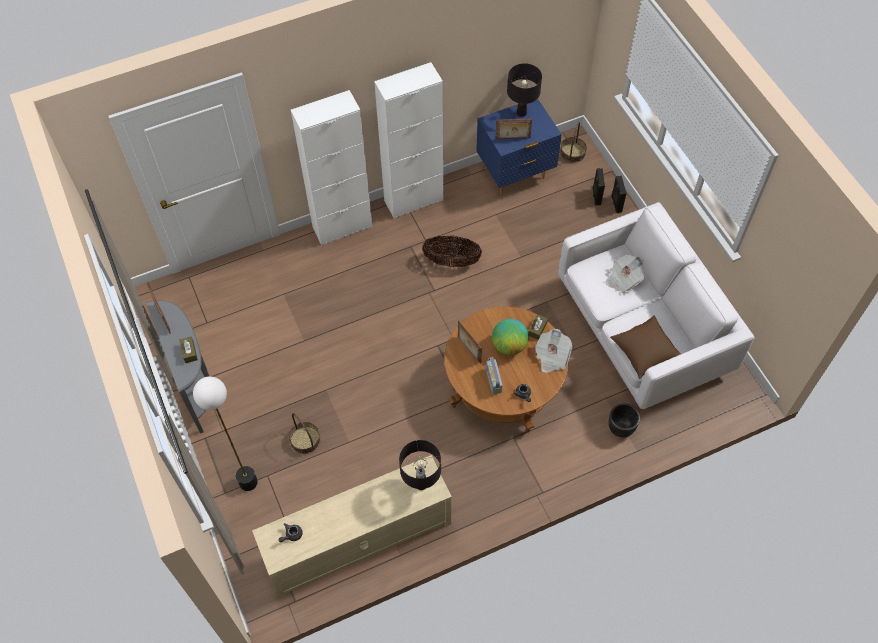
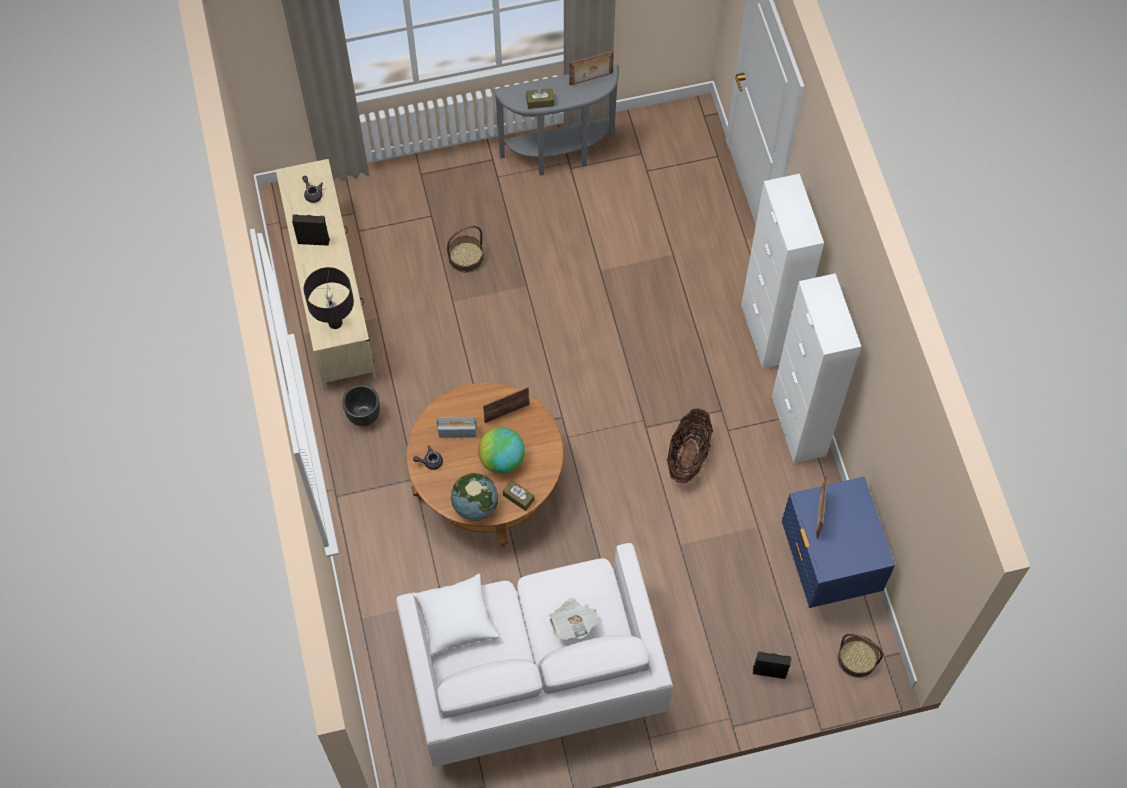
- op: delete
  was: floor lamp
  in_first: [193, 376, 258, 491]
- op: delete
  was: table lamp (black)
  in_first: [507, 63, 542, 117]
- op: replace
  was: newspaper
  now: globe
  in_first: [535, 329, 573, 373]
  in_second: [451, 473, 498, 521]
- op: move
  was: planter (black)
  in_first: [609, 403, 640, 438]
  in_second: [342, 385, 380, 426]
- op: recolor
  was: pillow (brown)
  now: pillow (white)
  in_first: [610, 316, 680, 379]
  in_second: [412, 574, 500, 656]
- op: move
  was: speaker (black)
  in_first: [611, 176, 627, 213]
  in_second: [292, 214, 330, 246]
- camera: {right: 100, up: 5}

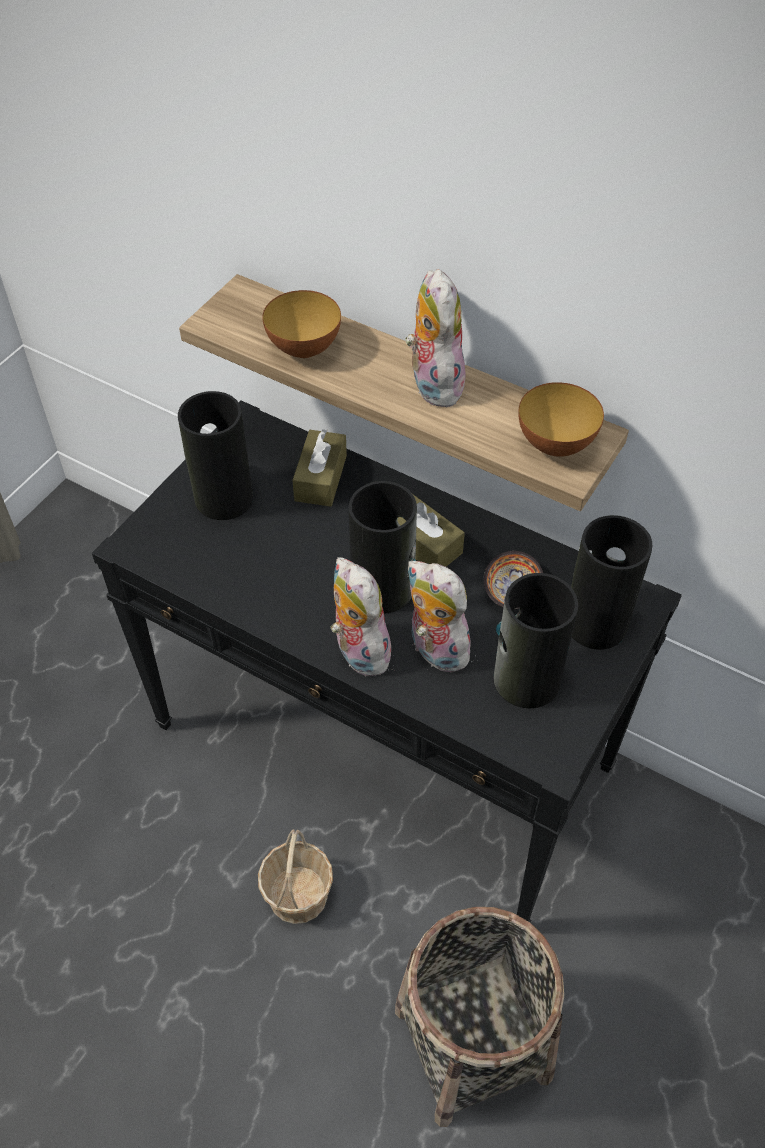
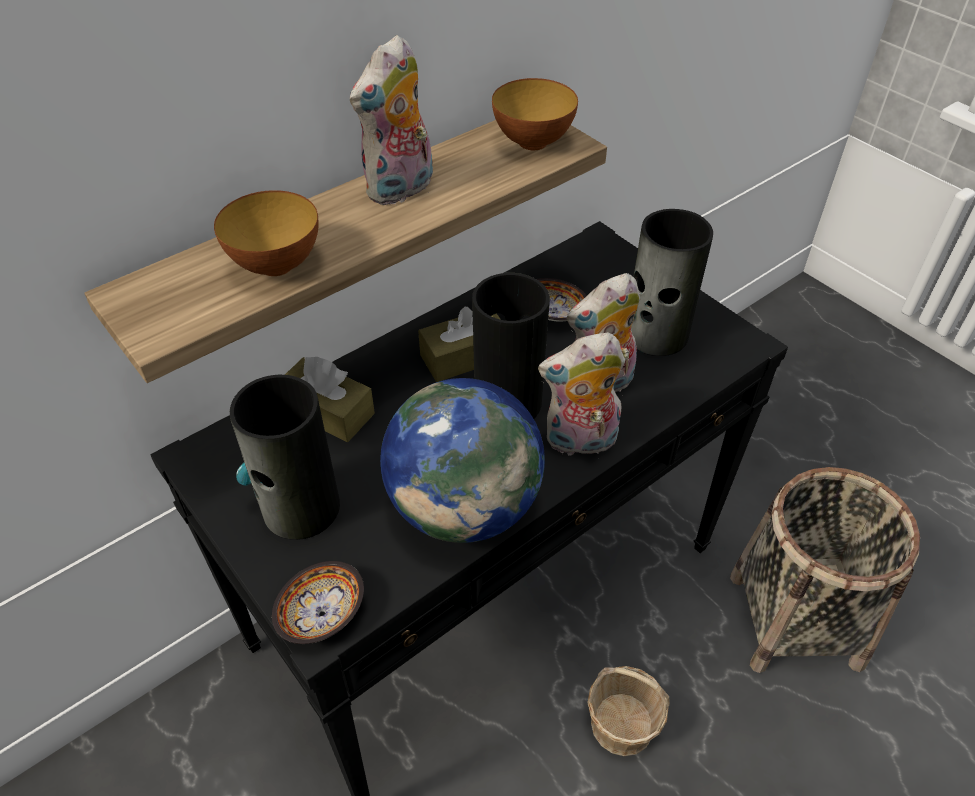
- op: rotate
  was: plush toy
  in_first: [405, 269, 466, 407]
  in_second: [350, 35, 433, 205]
  clockwise: -60
- op: delete
  was: vase
  in_first: [571, 515, 652, 650]
- op: insert
  now: bowl
  in_second: [272, 561, 364, 644]
- op: insert
  now: globe
  in_second: [380, 378, 545, 543]
- camera: {right: -70, up: -5}

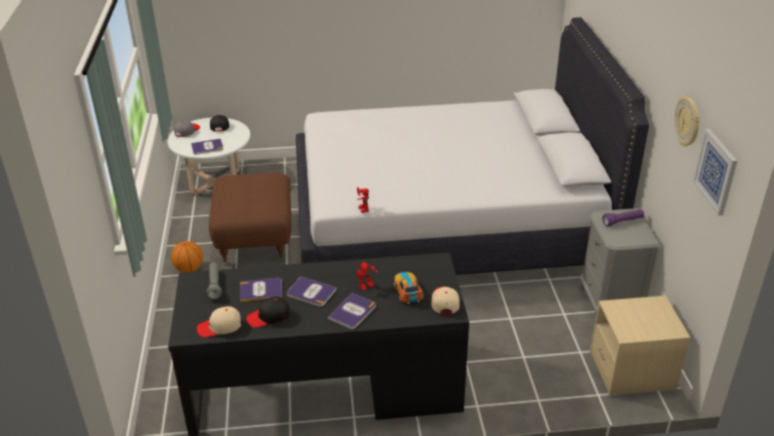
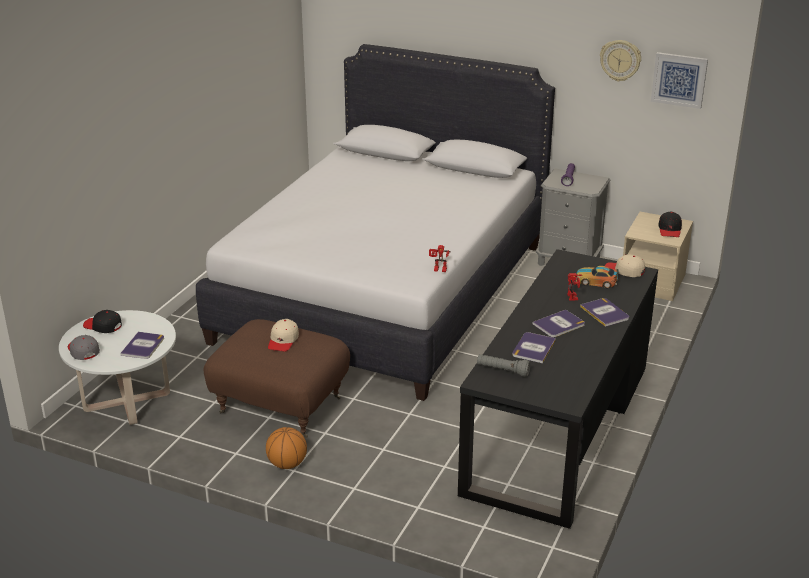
- op: move
  was: cap (beige)
  in_first: [197, 306, 241, 338]
  in_second: [268, 319, 299, 352]
- op: move
  was: cap (black)
  in_first: [246, 296, 290, 328]
  in_second: [658, 212, 682, 237]
- camera: {right: -60, up: -5}

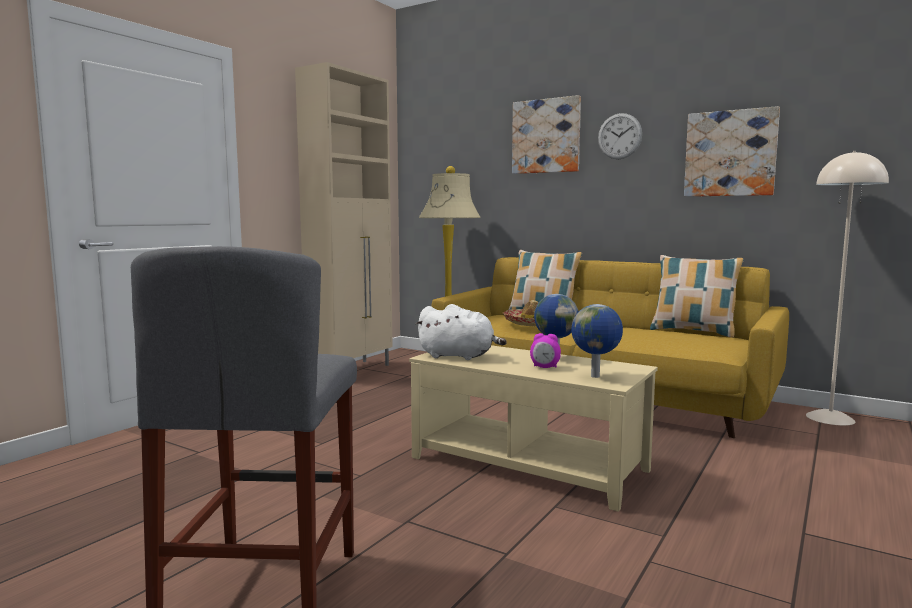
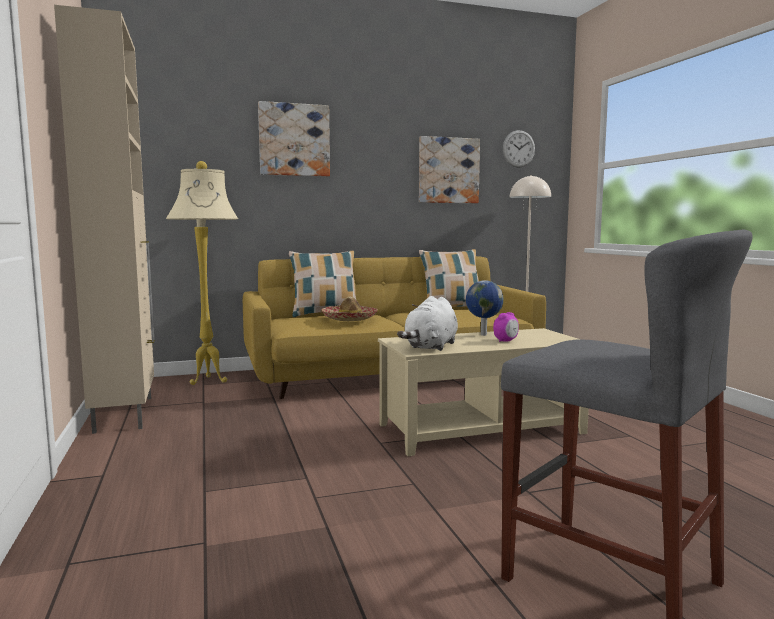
- op: rotate
  was: plush toy (white)
  in_first: [415, 304, 507, 360]
  in_second: [397, 296, 458, 351]
  clockwise: 150
- op: delete
  was: globe
  in_first: [571, 304, 623, 378]
- op: move
  was: wall clock
  in_first: [598, 113, 642, 159]
  in_second: [503, 130, 535, 168]
- camera: {right: -50, up: 0}

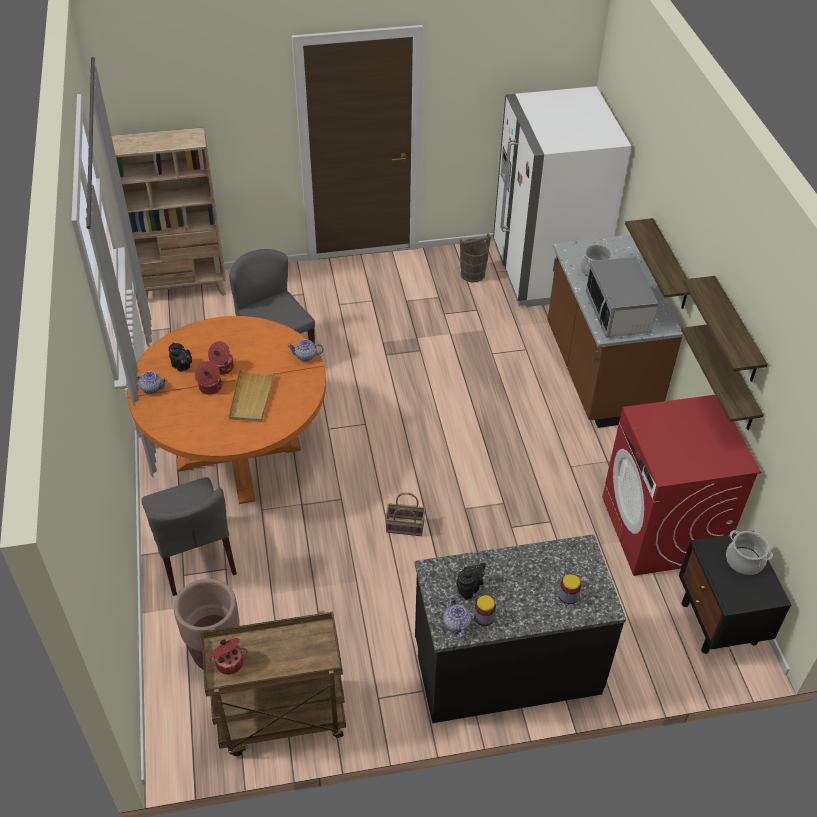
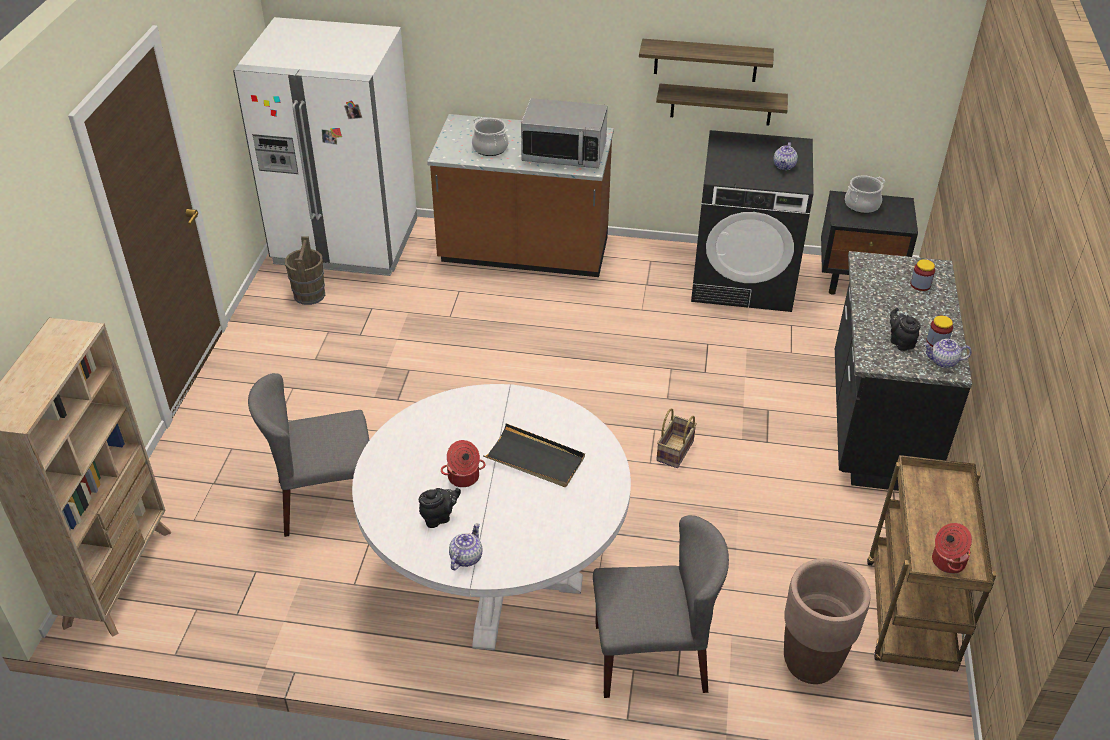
- op: recolor
  was: dining table (orange)
  now: dining table (white)
  in_first: [127, 316, 326, 504]
  in_second: [352, 384, 631, 651]
- op: delete
  was: cooking pot
  in_first: [195, 361, 224, 395]
- op: recolor
  was: tray (beige)
  now: tray (black)
  in_first: [229, 369, 276, 422]
  in_second: [483, 423, 585, 487]
- op: move
  was: teapot
  in_first: [287, 339, 324, 362]
  in_second: [774, 142, 798, 170]
- op: recolor
  was: washing machine (red)
  now: washing machine (black)
  in_first: [602, 395, 761, 576]
  in_second: [691, 130, 814, 312]
- op: delete
  was: shelf
  in_first: [625, 218, 690, 309]
- camera: {right: -70, up: -5}

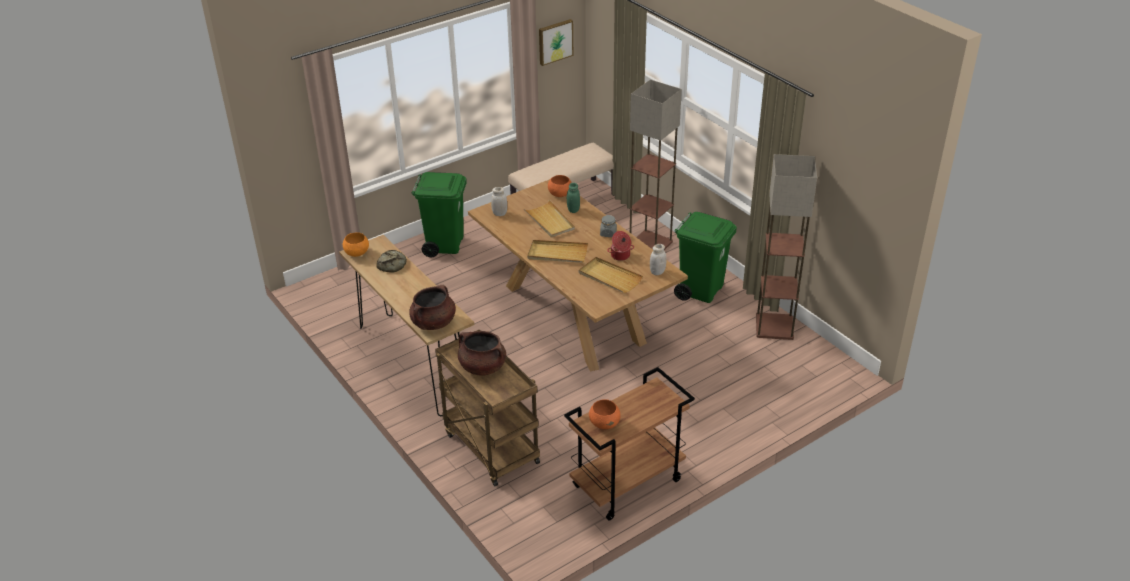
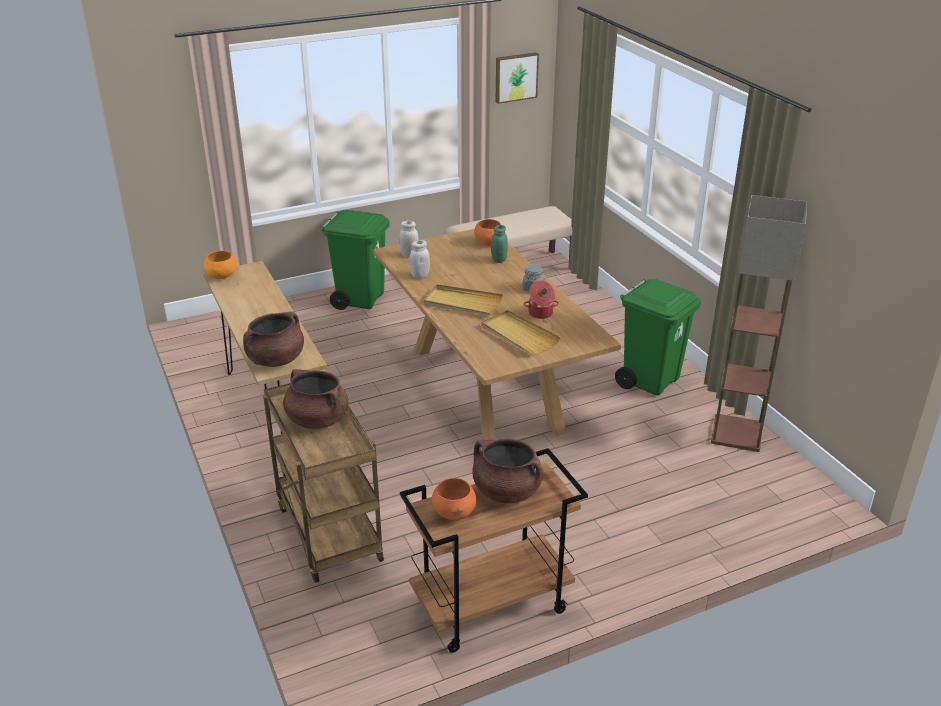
- op: delete
  was: bread
  in_first: [376, 250, 407, 273]
- op: delete
  was: tray (beige)
  in_first: [523, 200, 575, 238]
- op: delete
  was: floor lamp
  in_first: [630, 80, 682, 250]
- op: move
  was: jar (white)
  in_first: [650, 244, 666, 275]
  in_second: [410, 240, 430, 279]
- op: insert
  now: cooking pot (brown)
  in_second: [472, 438, 543, 503]
- camera: {right: 10, up: -5}

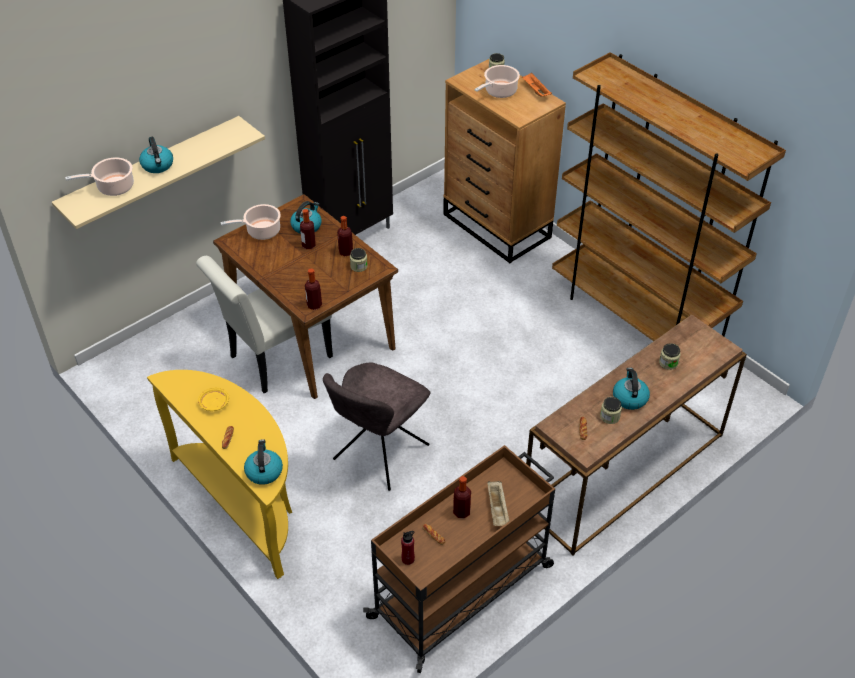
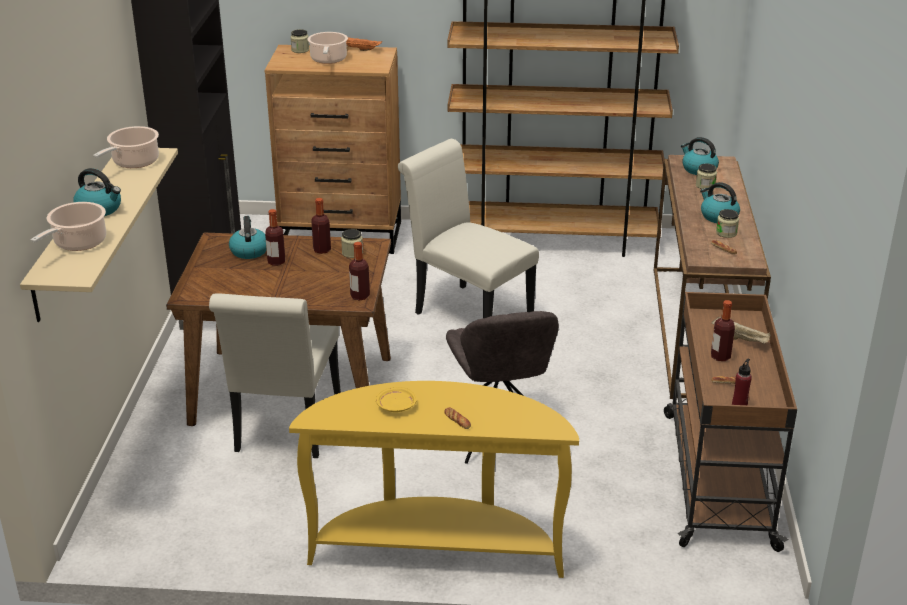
- op: move
  was: cooking pot
  in_first: [221, 204, 281, 240]
  in_second: [93, 126, 159, 168]
- op: move
  was: kettle
  in_first: [244, 439, 283, 485]
  in_second: [681, 137, 719, 175]
- op: insert
  now: chair (white)
  in_second: [398, 139, 539, 318]
- camera: {right: -45, up: -15}

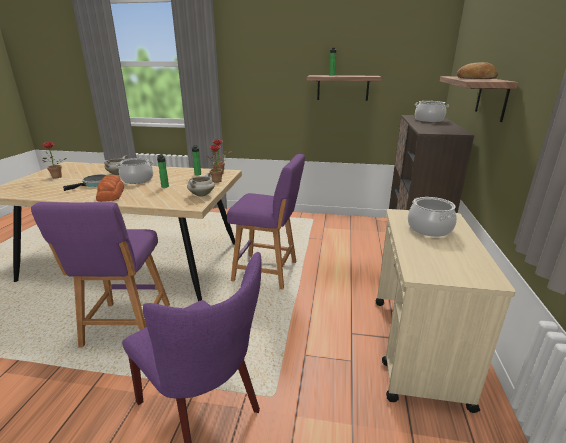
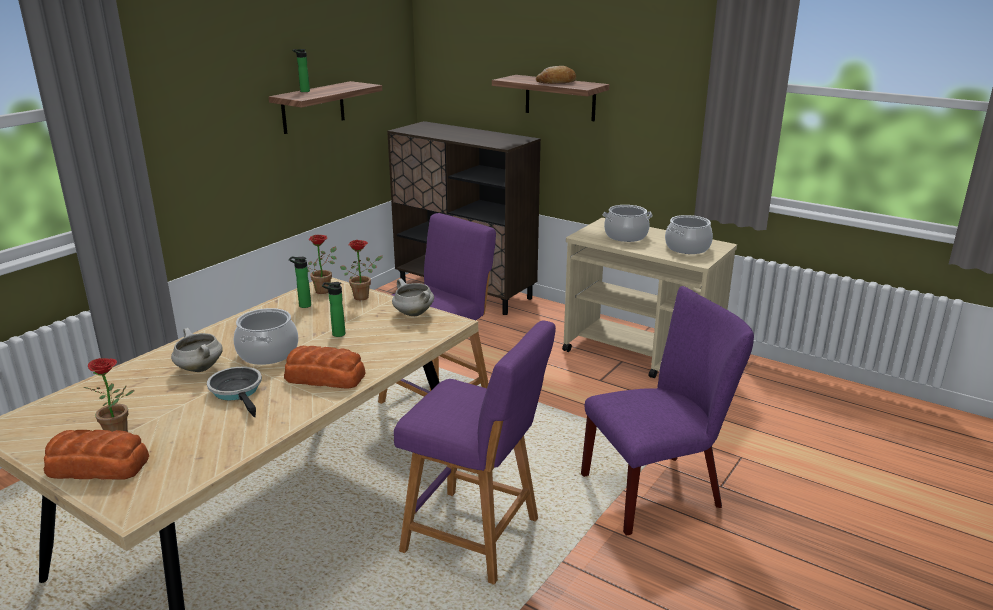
- op: move
  was: cooking pot
  in_first: [415, 101, 449, 122]
  in_second: [665, 215, 713, 254]
- op: insert
  now: bread
  in_second: [44, 430, 149, 480]
- camera: {right: -65, up: 0}

